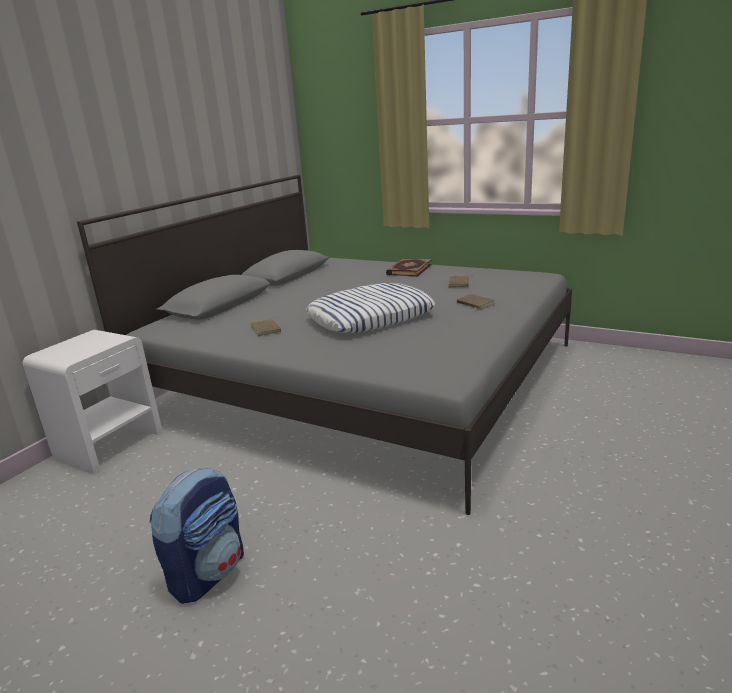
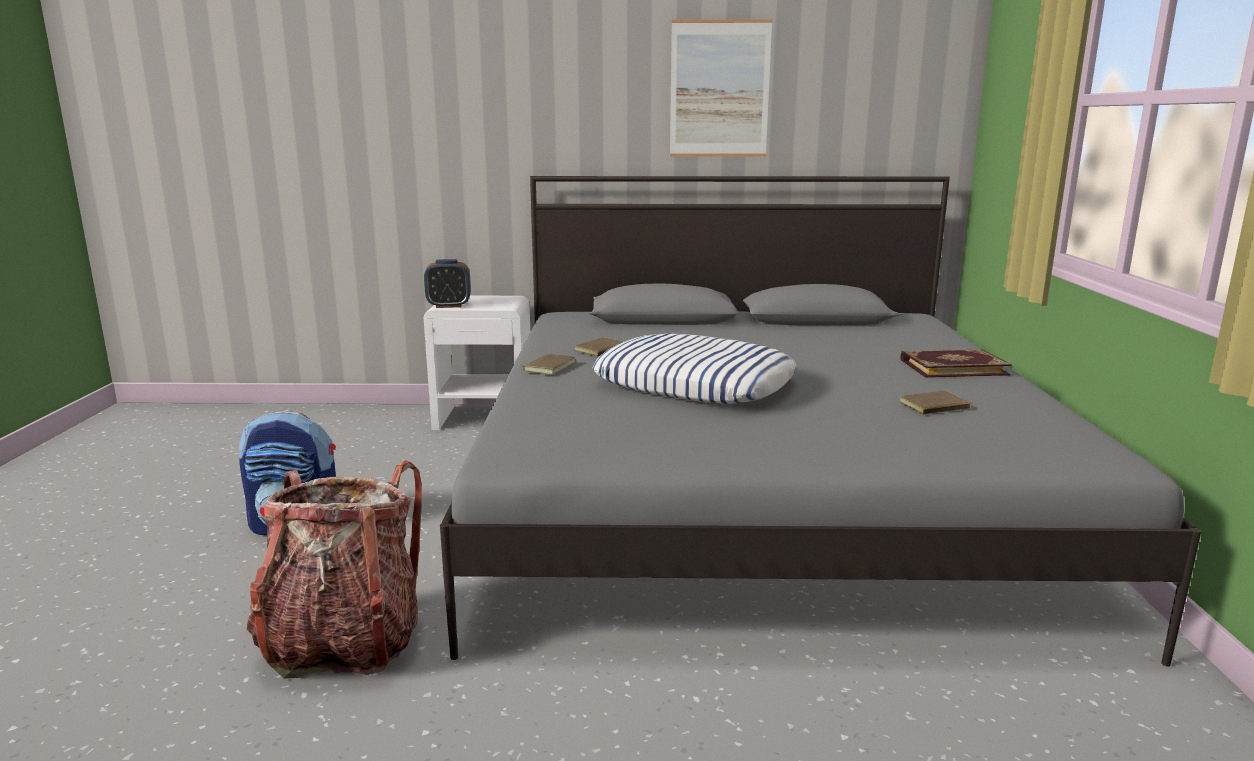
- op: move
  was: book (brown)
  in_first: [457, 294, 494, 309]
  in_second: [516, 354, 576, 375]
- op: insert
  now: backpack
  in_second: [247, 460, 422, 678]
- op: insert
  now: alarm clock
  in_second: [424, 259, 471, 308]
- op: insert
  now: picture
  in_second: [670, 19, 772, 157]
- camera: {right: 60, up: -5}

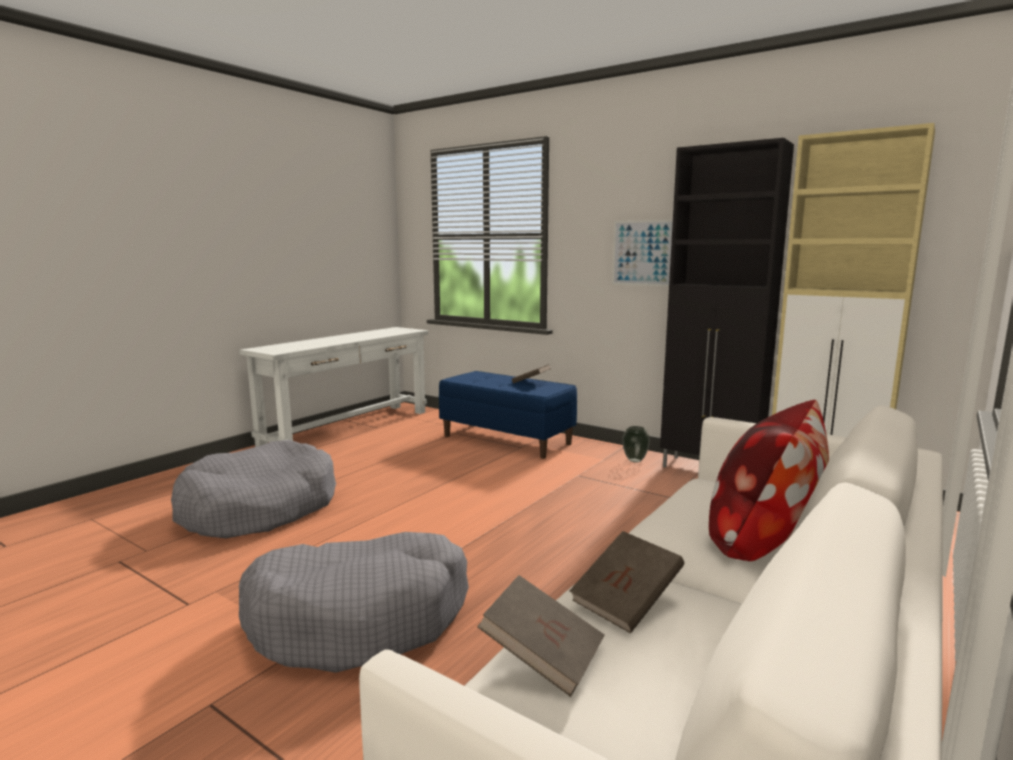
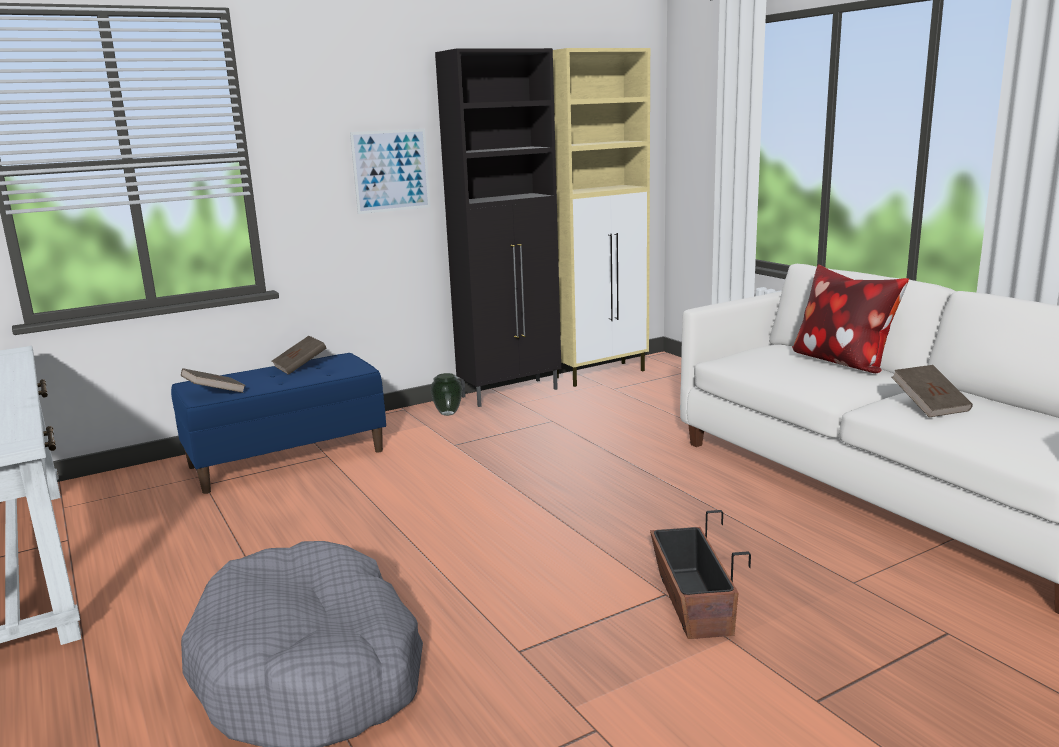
- op: replace
  was: dog bed (grey)
  now: planter
  in_first: [239, 532, 469, 673]
  in_second: [650, 510, 751, 639]
- op: move
  was: book (brown)
  in_first: [477, 575, 604, 697]
  in_second: [181, 368, 246, 393]
- camera: {right: -65, up: 5}

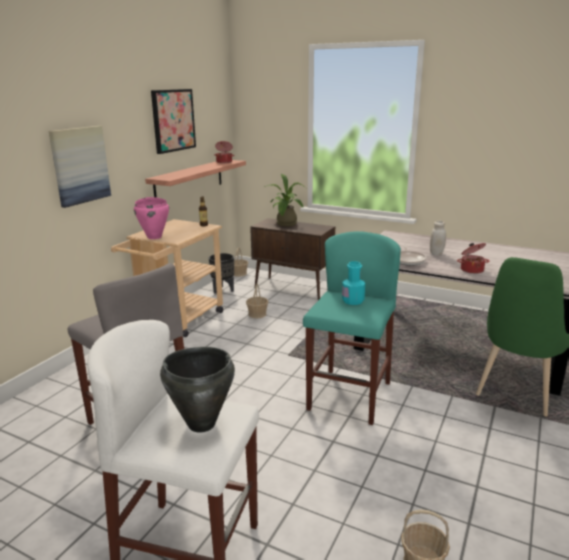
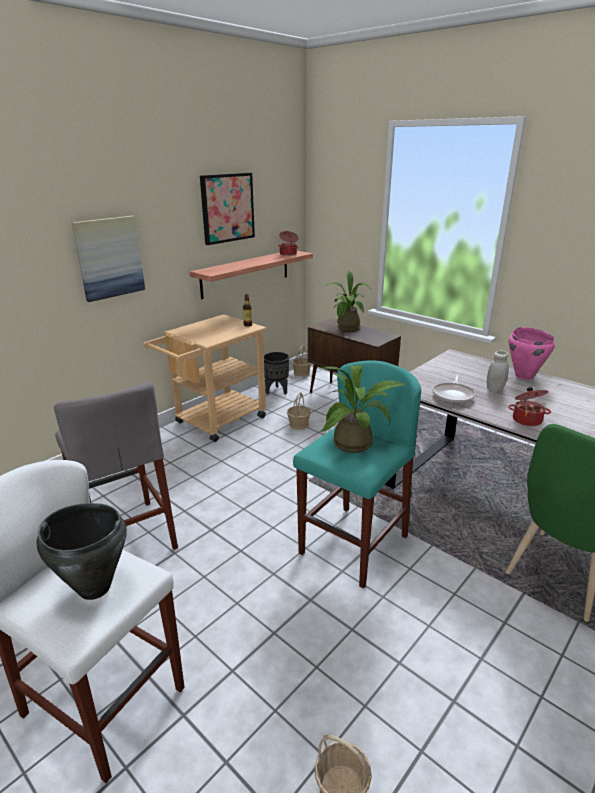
- op: move
  was: cooking pot (pink)
  in_first: [134, 197, 169, 239]
  in_second: [509, 327, 555, 380]
- op: replace
  was: bottle (turquoise)
  now: potted plant
  in_first: [342, 261, 365, 305]
  in_second: [320, 365, 405, 453]
- camera: {right: 15, up: 5}

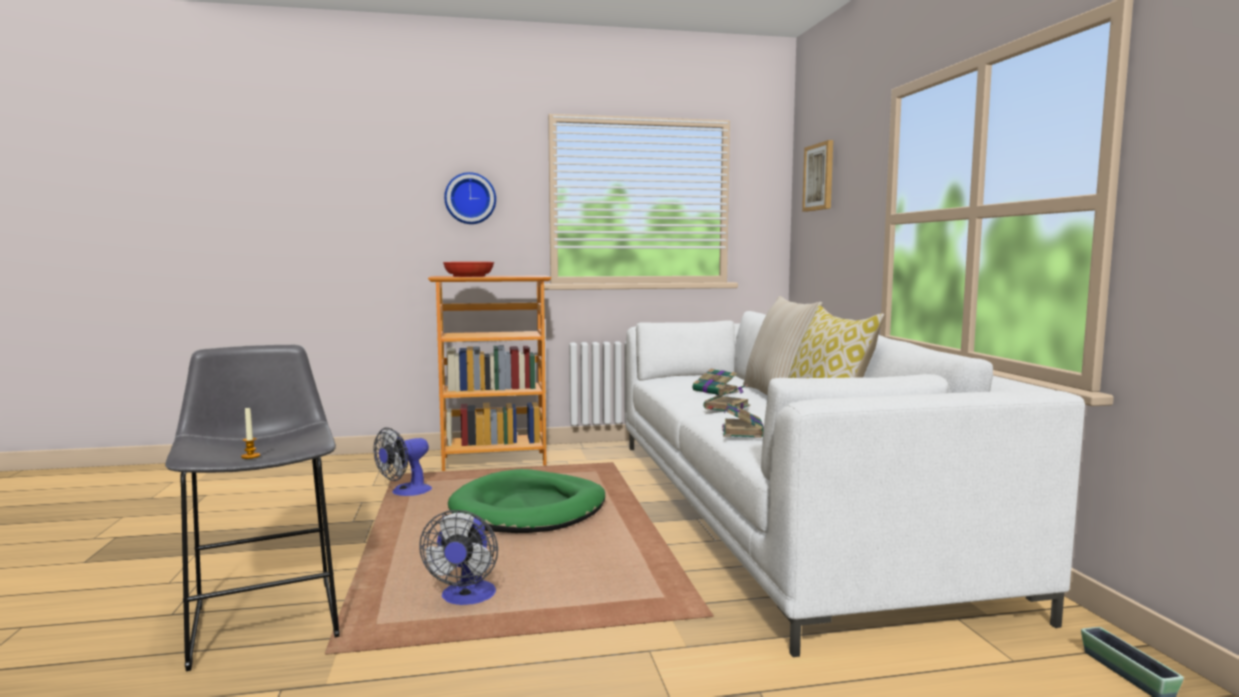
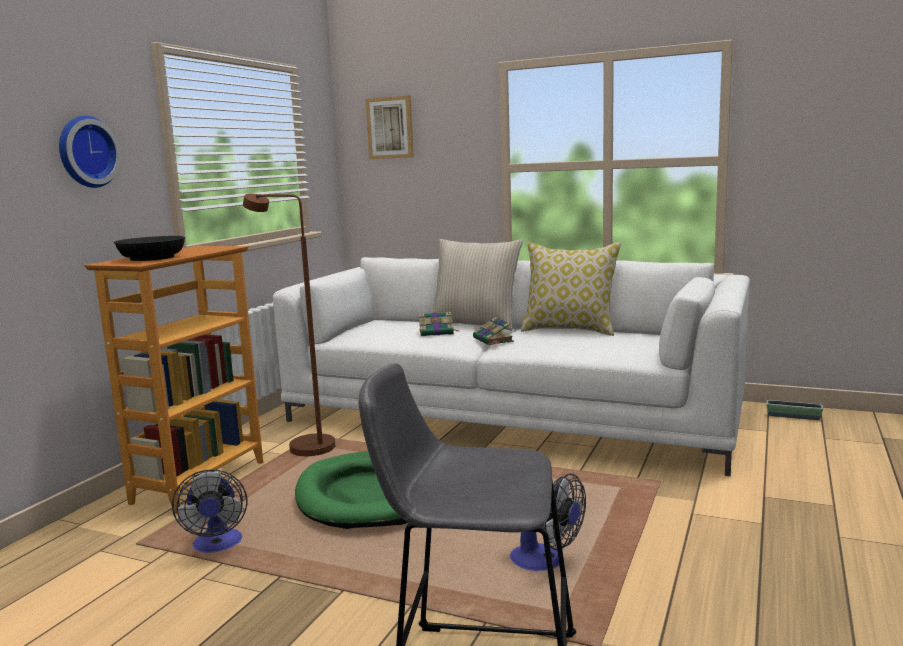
- op: delete
  was: candle
  in_first: [241, 406, 260, 459]
- op: recolor
  was: bowl (red)
  now: bowl (black)
  in_first: [443, 262, 494, 277]
  in_second: [114, 236, 186, 261]
- op: delete
  was: book
  in_first: [722, 402, 764, 438]
- op: insert
  now: floor lamp (brown)
  in_second: [243, 193, 335, 456]
- camera: {right: -55, up: 5}

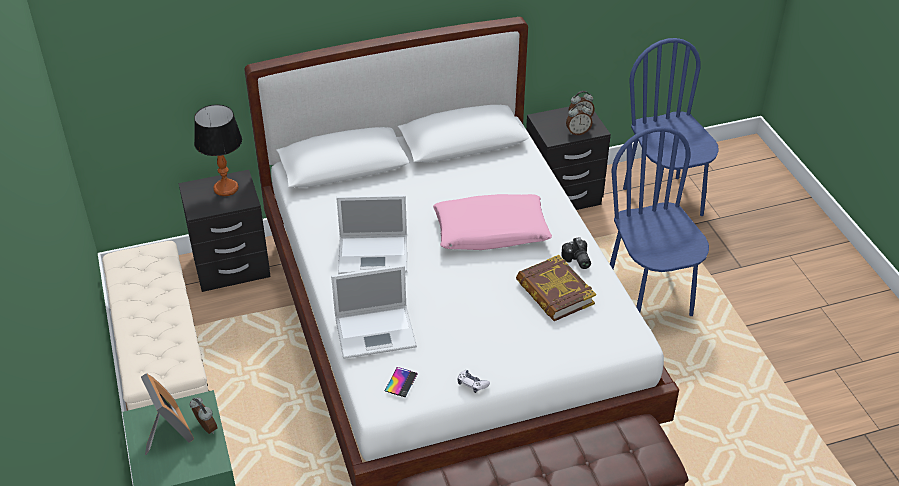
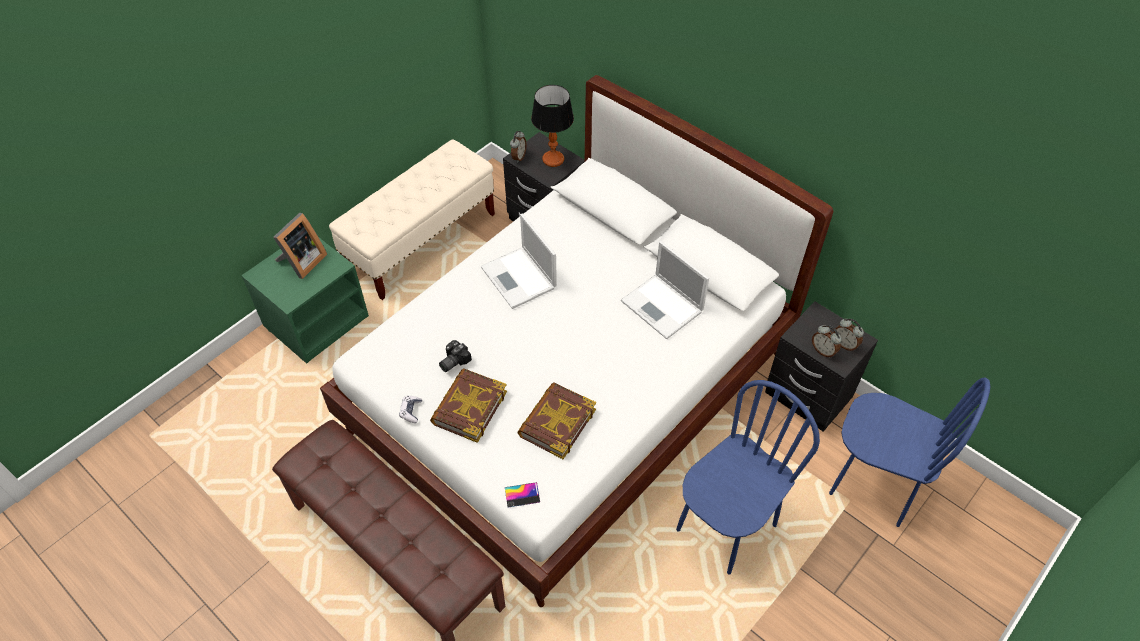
- op: move
  was: alarm clock
  in_first: [190, 397, 218, 434]
  in_second: [510, 131, 527, 163]
- op: move
  was: laptop
  in_first: [331, 265, 417, 359]
  in_second: [621, 241, 709, 339]
- op: move
  was: phone
  in_first: [385, 367, 418, 398]
  in_second: [505, 482, 540, 508]
- op: delete
  was: pillow (pink)
  in_first: [433, 194, 552, 250]
- op: move
  was: photo camera
  in_first: [561, 237, 591, 269]
  in_second: [439, 340, 472, 372]
- op: rotate
  was: chair (blue)
  in_first: [623, 38, 719, 216]
  in_second: [829, 378, 990, 527]
  clockwise: 75
- op: insert
  now: book
  in_second: [430, 368, 507, 443]
- camera: {right: 60, up: 10}

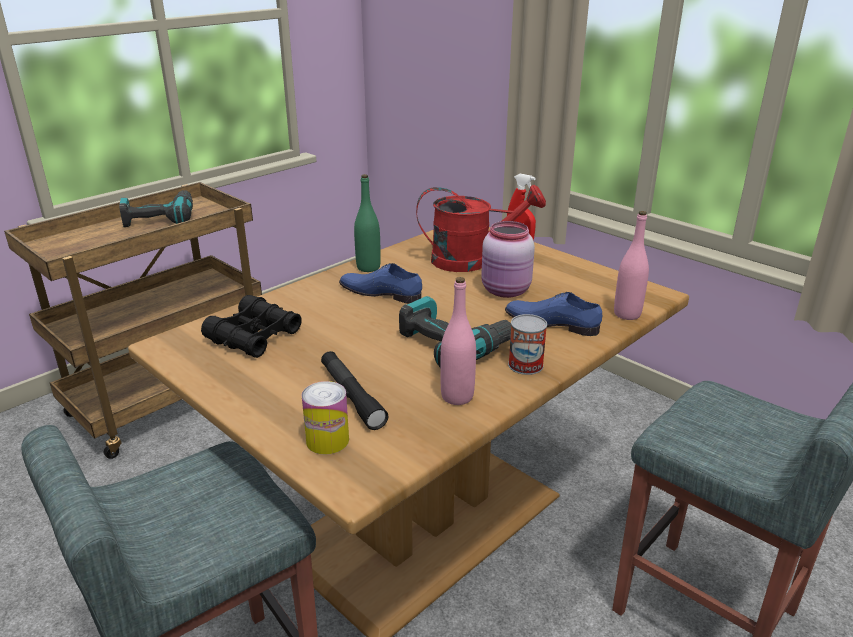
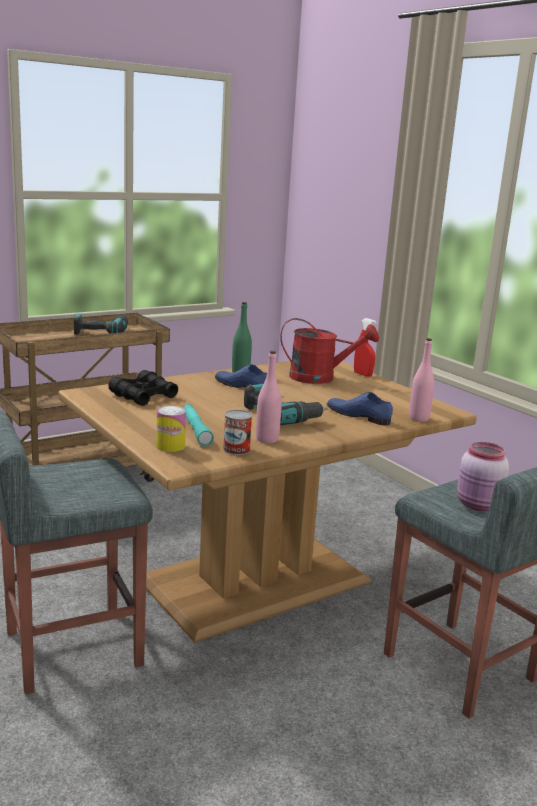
- op: recolor
  was: flashlight (black)
  now: flashlight (turquoise)
  in_first: [321, 351, 388, 430]
  in_second: [183, 404, 214, 446]
- op: move
  was: jar (pink)
  in_first: [481, 221, 535, 298]
  in_second: [457, 442, 509, 511]
- op: move
  was: can
  in_first: [508, 314, 547, 375]
  in_second: [223, 410, 252, 455]
- camera: {right: 10, up: -10}

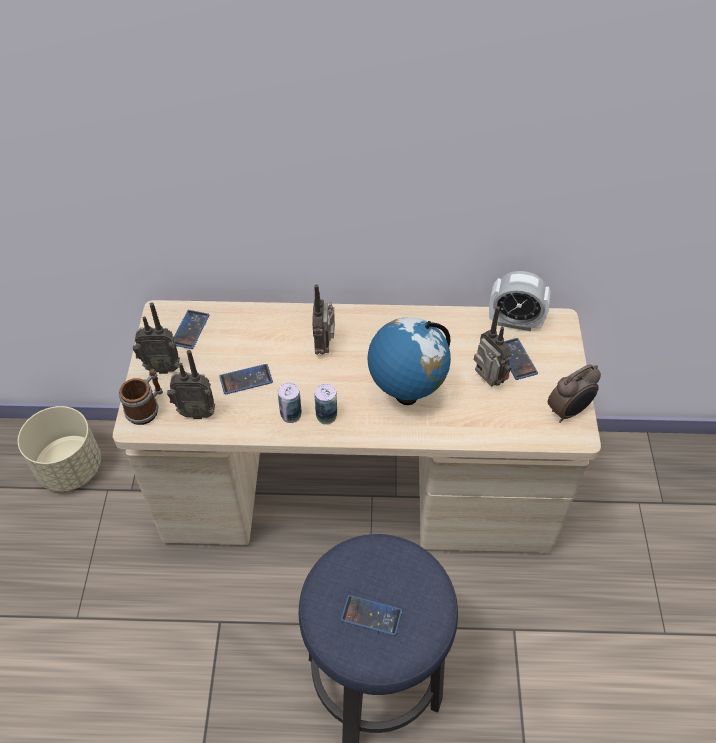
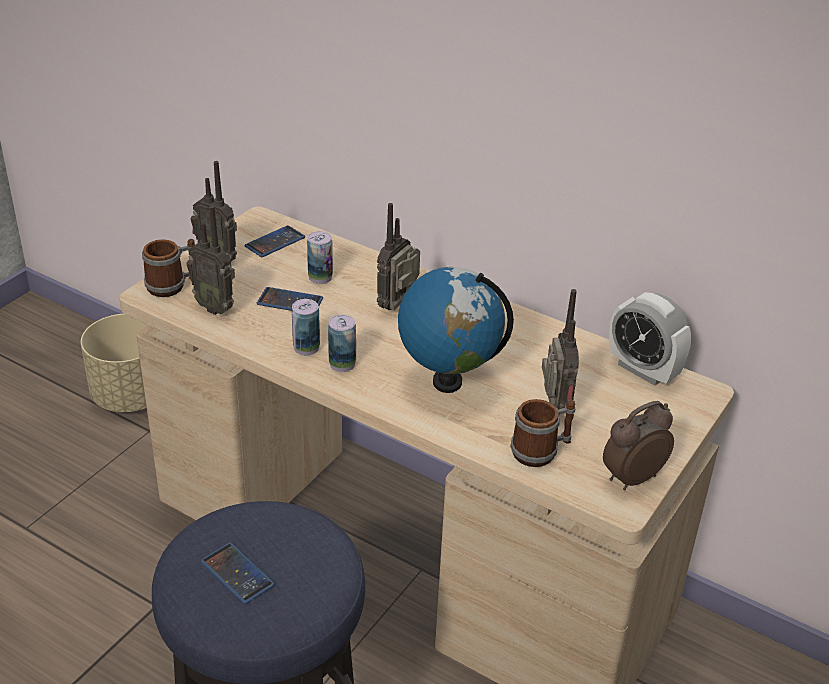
- op: delete
  was: phone
  in_first: [504, 338, 538, 380]
- op: rotate
  was: alarm clock
  in_first: [548, 365, 601, 423]
  in_second: [603, 401, 674, 490]
  clockwise: 150
- op: insert
  now: can
  in_second: [307, 231, 333, 284]
- op: insert
  now: mug
  in_second: [510, 399, 575, 467]
- camera: {right: 30, up: -15}

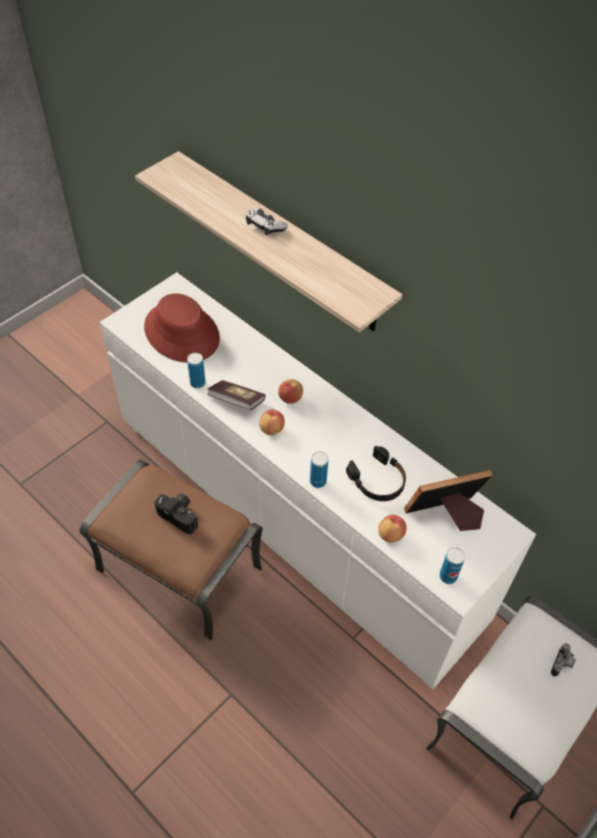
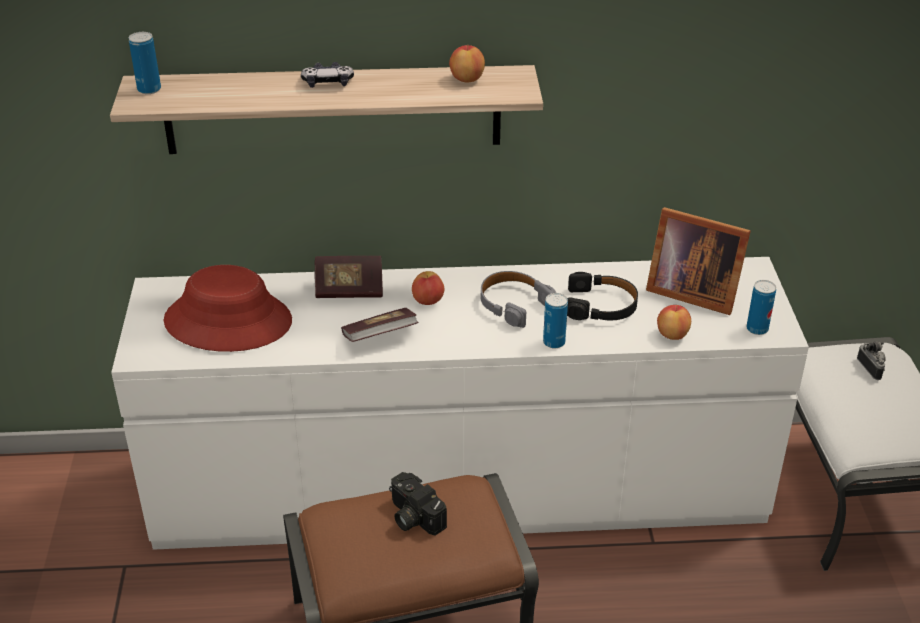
- op: rotate
  was: photo camera
  in_first: [154, 493, 198, 534]
  in_second: [389, 472, 447, 536]
  clockwise: -120
- op: move
  was: can
  in_first: [187, 352, 206, 388]
  in_second: [129, 32, 161, 94]
- op: move
  was: apple
  in_first: [259, 410, 285, 435]
  in_second: [449, 45, 485, 83]
- op: rotate
  was: picture frame
  in_first: [404, 470, 493, 531]
  in_second: [646, 207, 751, 315]
  clockwise: -90
- op: insert
  now: book
  in_second: [314, 256, 383, 298]
- op: insert
  now: headphones (grey)
  in_second: [481, 271, 556, 328]
- camera: {right: -45, up: -15}

